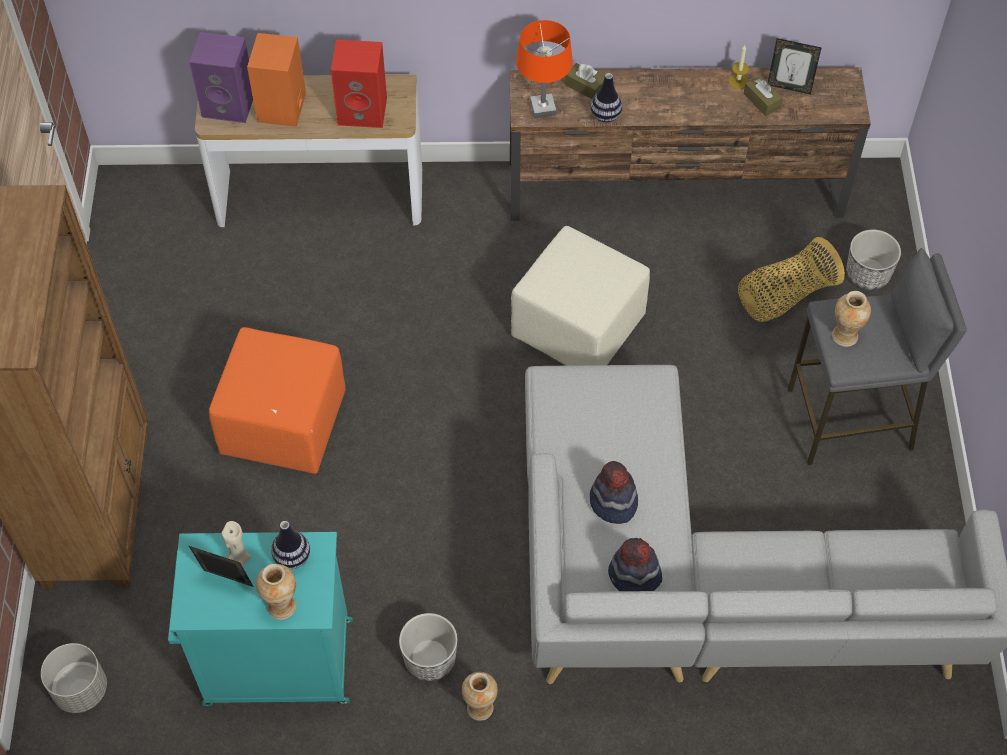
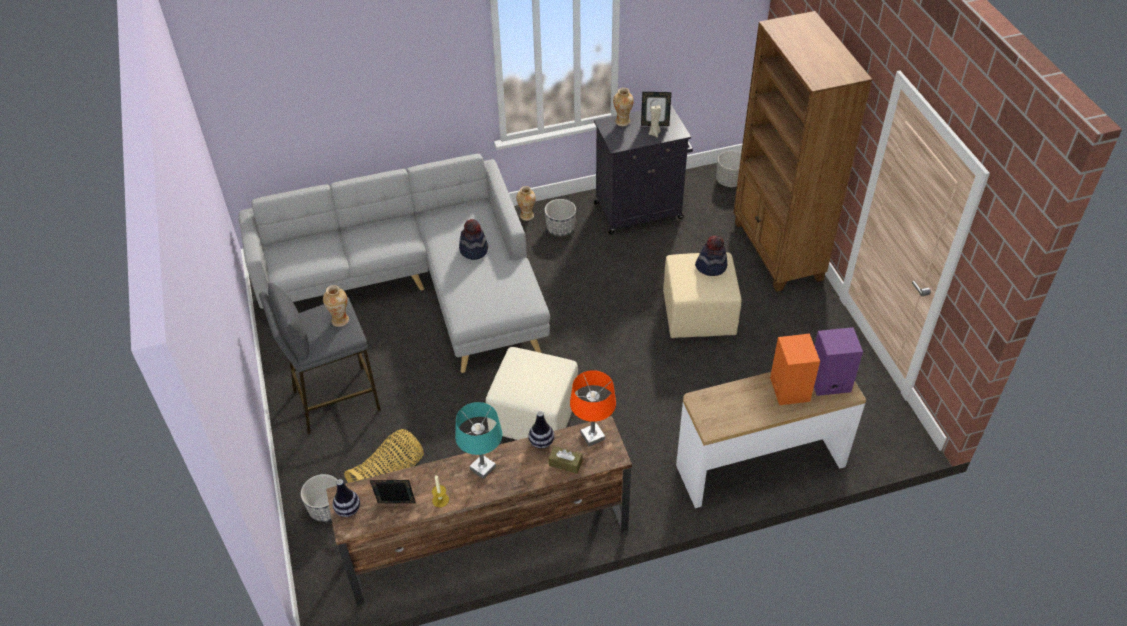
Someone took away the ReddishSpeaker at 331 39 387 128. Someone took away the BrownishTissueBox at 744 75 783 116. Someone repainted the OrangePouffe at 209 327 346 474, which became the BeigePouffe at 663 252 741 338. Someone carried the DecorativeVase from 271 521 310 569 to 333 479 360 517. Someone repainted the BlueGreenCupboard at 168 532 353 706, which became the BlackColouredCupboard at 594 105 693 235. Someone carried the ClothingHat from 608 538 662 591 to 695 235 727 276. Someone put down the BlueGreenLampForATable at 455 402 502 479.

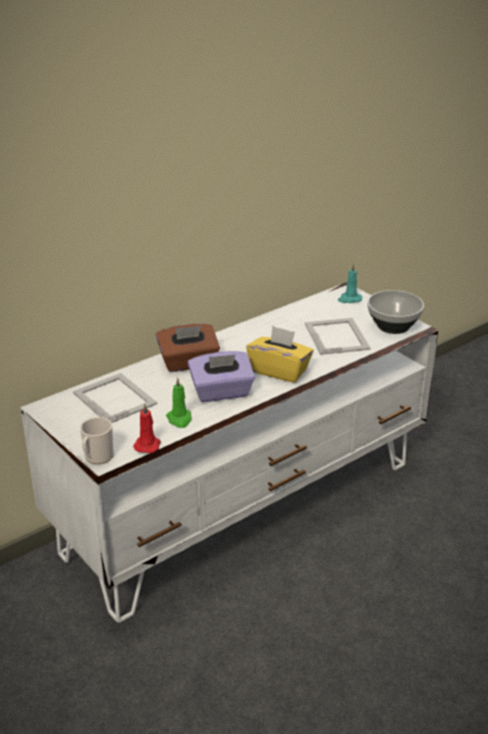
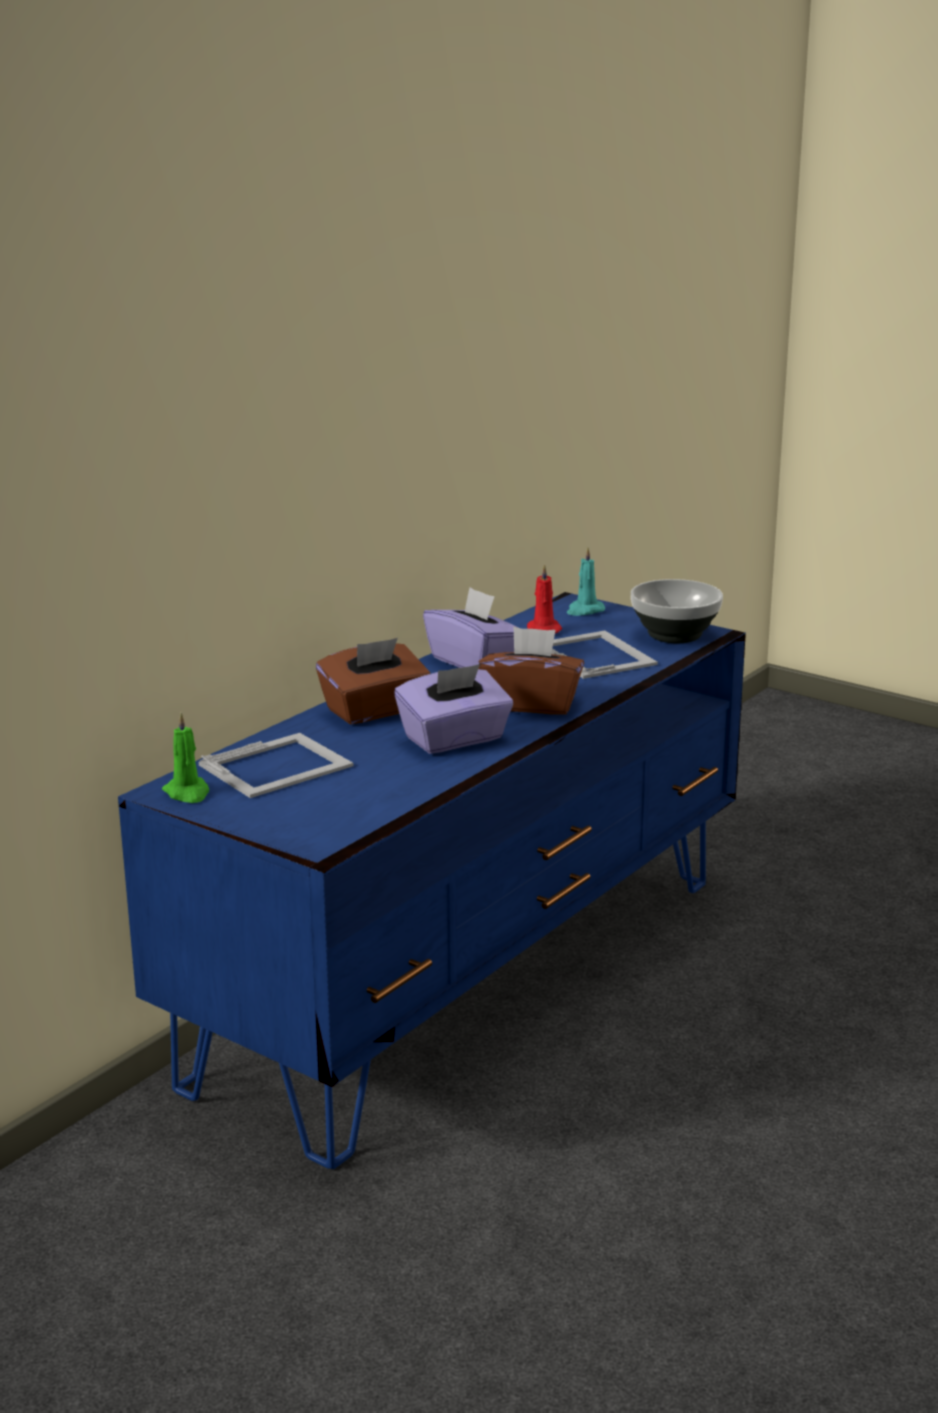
Someone repainted the WhitishTvUnit at 20 282 438 623, which became the BluishTvUnit at 118 592 746 1169. Someone repainted the YellowTissueBox at 246 326 314 383, which became the BrownishTissueBox at 478 627 584 715. Someone rotated the PictureFrame at 73 373 157 423 by 105 degrees clockwise. Someone carried the GreenishWaxLight from 166 377 192 428 to 162 713 209 803. Someone carried the ReddishWaxLight from 133 404 161 453 to 527 564 562 634. Someone took away the CoffeeMug at 80 417 114 464. Someone put down the PurplishTissueBox at 423 587 517 668.

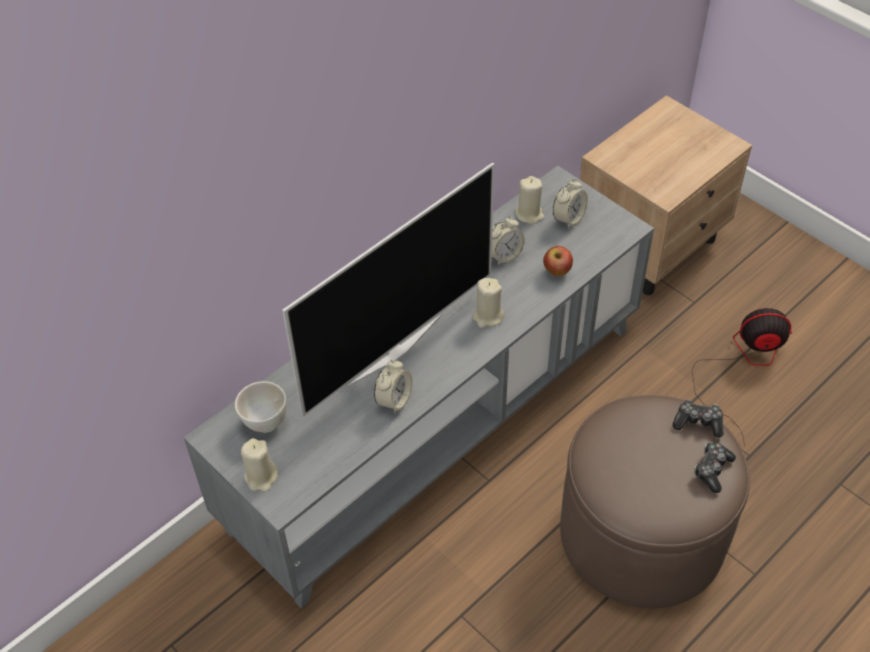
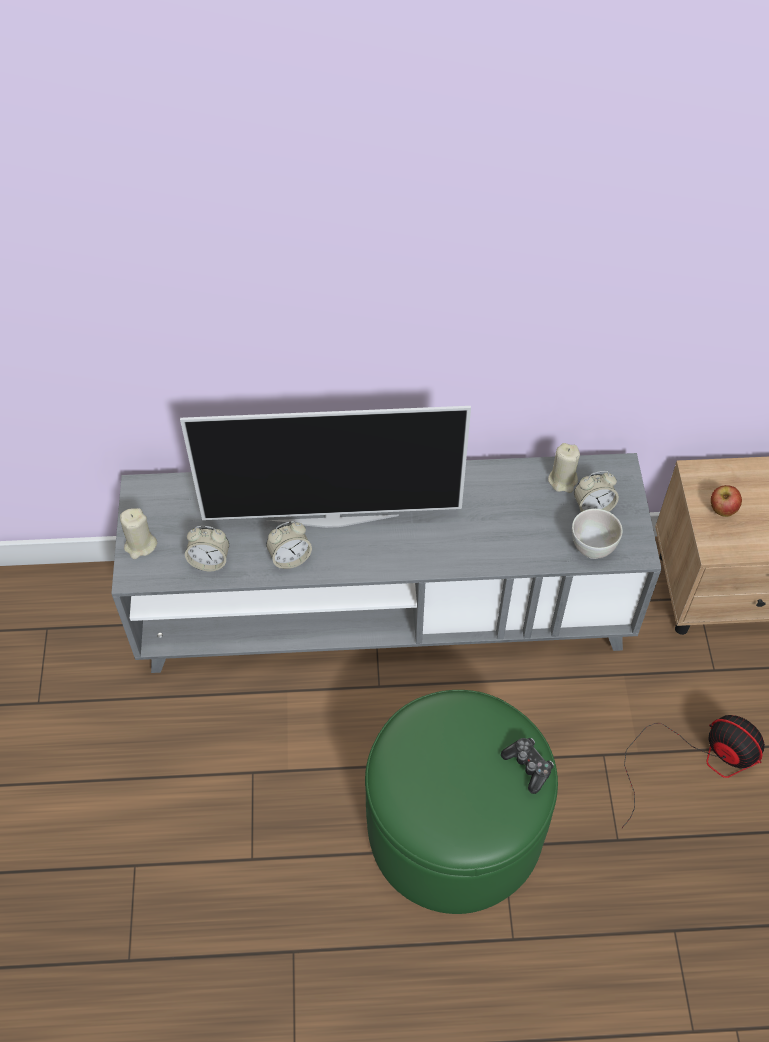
Someone carried the BedsideClock from 492 216 525 265 to 185 526 229 571. Someone carried the AppleFruit from 543 246 573 277 to 711 485 742 517. Someone took away the BeigeWaxLight at 472 278 504 328. Someone carried the WhitishDeepDish from 235 381 286 433 to 572 509 623 559. Someone repainted the BrownishPouffe at 560 395 750 609, which became the GreenishPouffe at 365 690 558 914. Someone took away the Gamepad at 694 442 736 493.

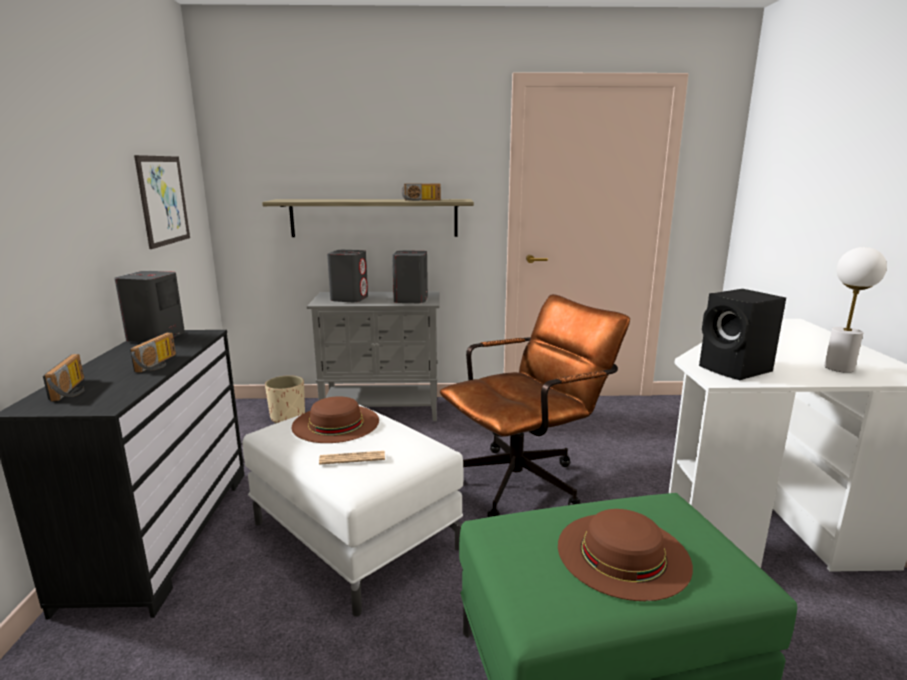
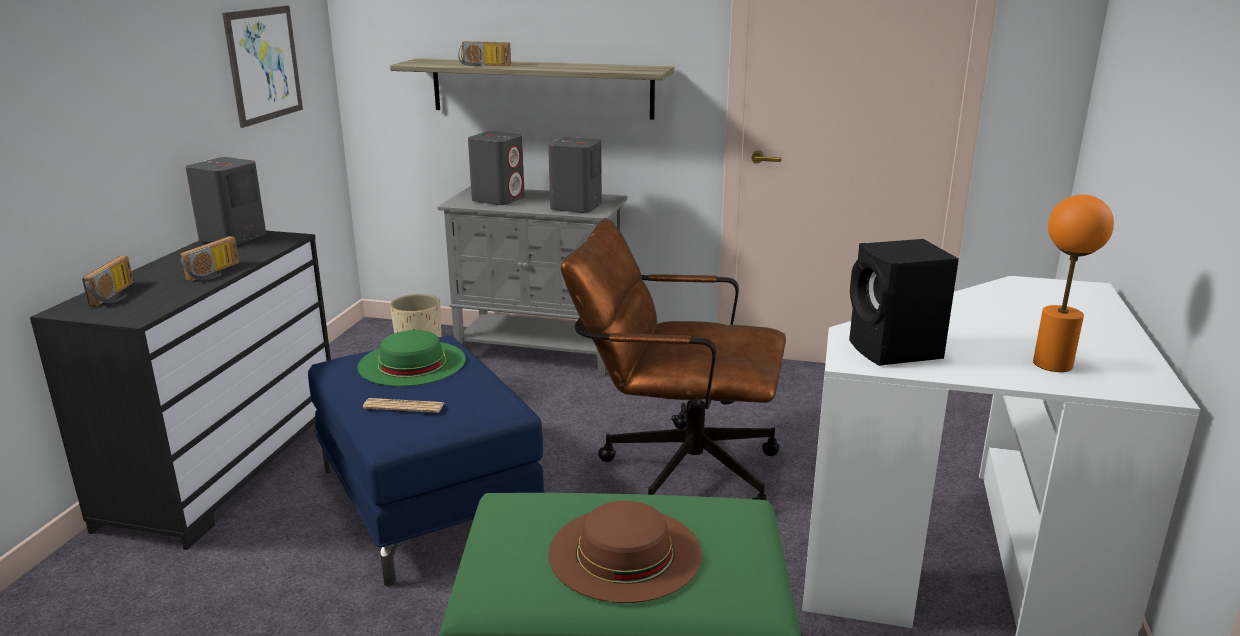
Someone carried the RadioSet from 402 183 441 201 to 458 41 511 66. Someone repainted the WhitishLampForATable at 824 247 887 373, which became the OrangeLampForATable at 1033 195 1114 372. Someone rotated the BrownishOfficeChair at 440 294 630 517 by 150 degrees counterclockwise. Someone repainted the BrownishClothingHat at 292 396 379 443, which became the GreenishClothingHat at 358 330 466 386. Someone repainted the WhitishPouffe at 242 404 463 617, which became the BluishPouffe at 308 336 545 587.

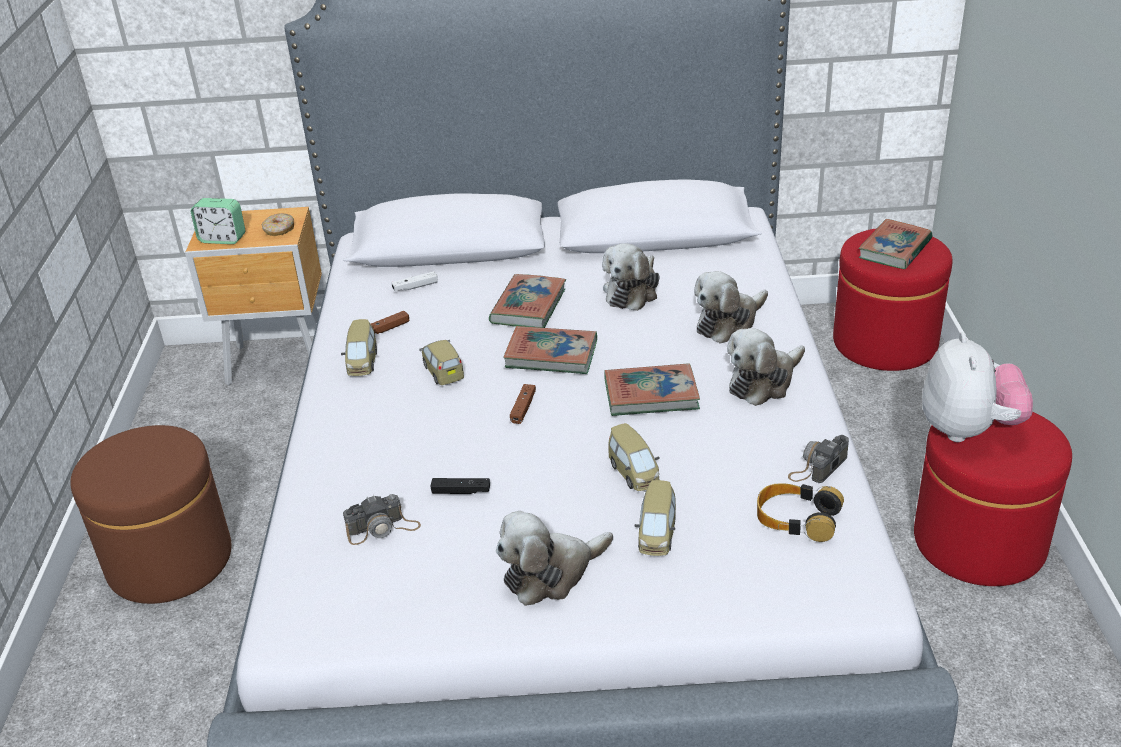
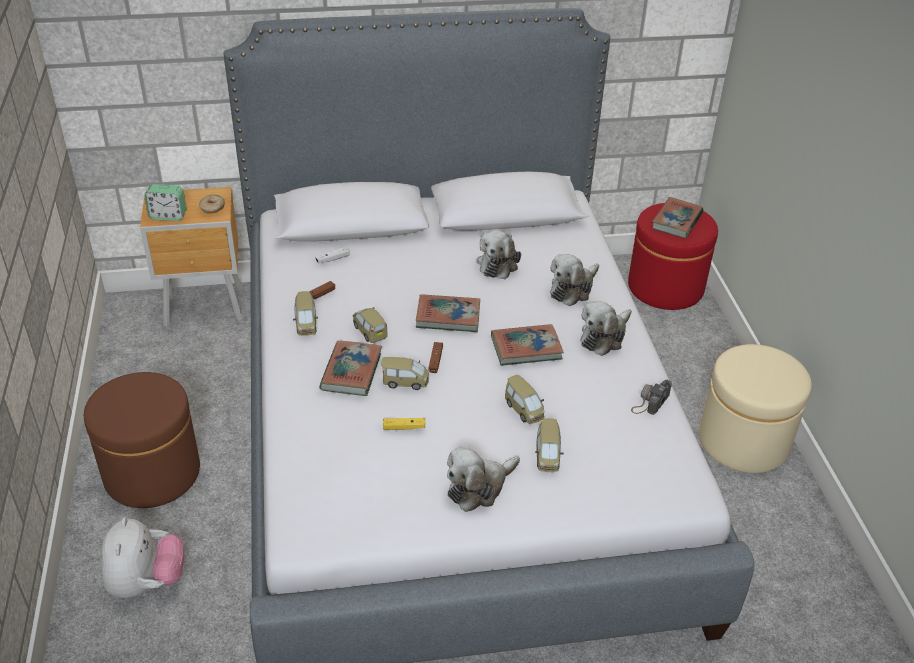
Someone carried the Book from 489 274 566 328 to 319 341 382 396. Someone carried the CuddlyToy from 922 332 1033 442 to 101 517 184 598. Someone repainted the ReddishPouffe at 914 412 1072 586, which became the BeigePouffe at 699 344 812 473. Someone repainted the BlackColouredGamepad at 430 478 490 494, which became the YellowGamepad at 383 418 425 430. Someone took away the Headset at 757 483 844 542. Someone took away the PhotoCamera at 343 494 421 545. Someone put down the ToyCar at 381 357 429 390.

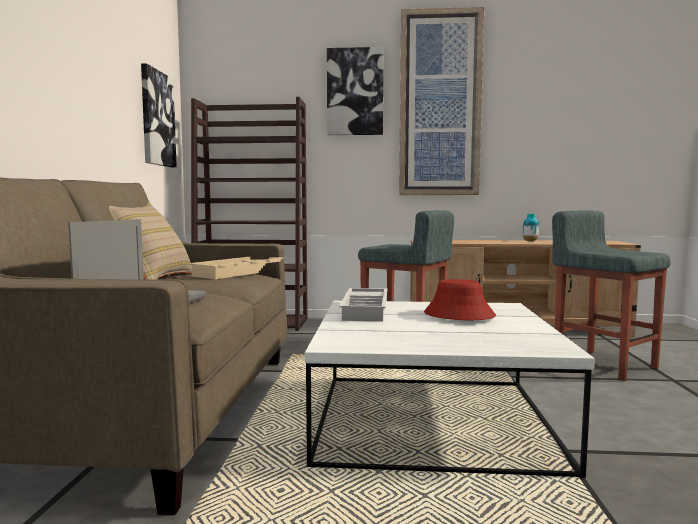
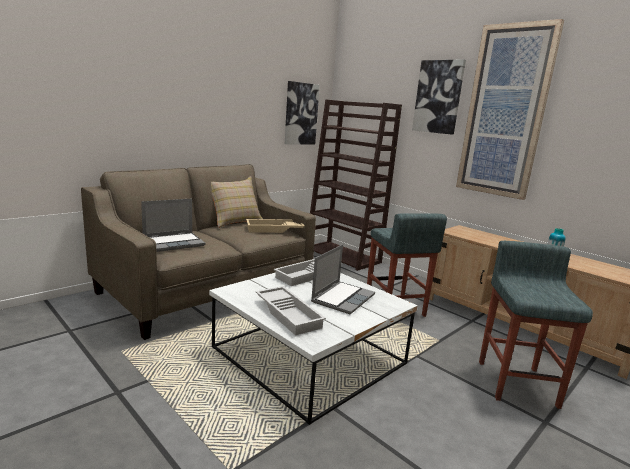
Someone swapped the ReddishClothingHat at 424 279 496 320 for the Laptop at 311 244 375 315. Someone put down the WhitishServingTray at 255 286 326 335.

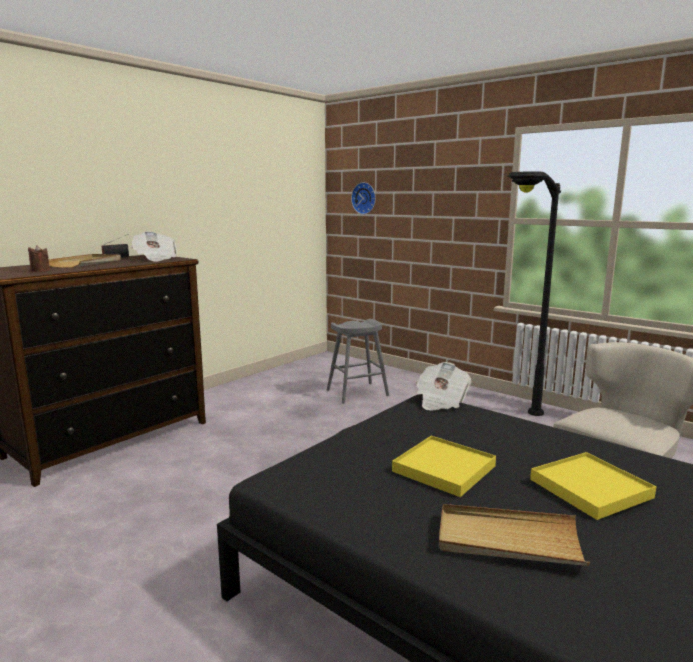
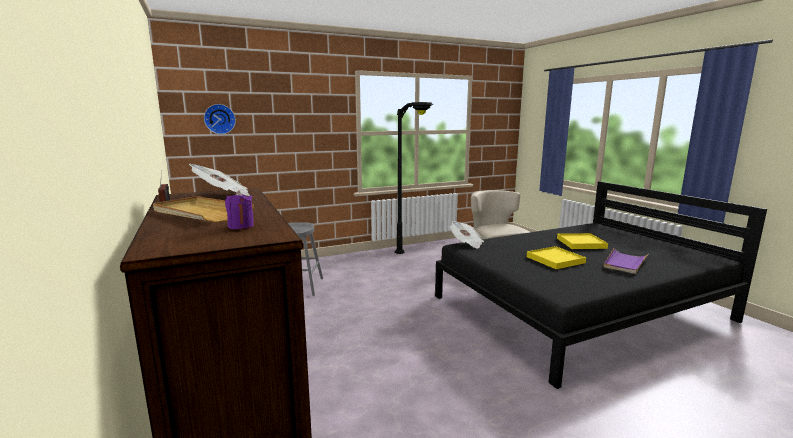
Someone repainted the BrownishWaxLight at 28 245 50 272, which became the PurplishWaxLight at 225 190 254 229. Someone repainted the BeigeServingTray at 439 504 590 566, which became the PurplishServingTray at 604 248 649 274.

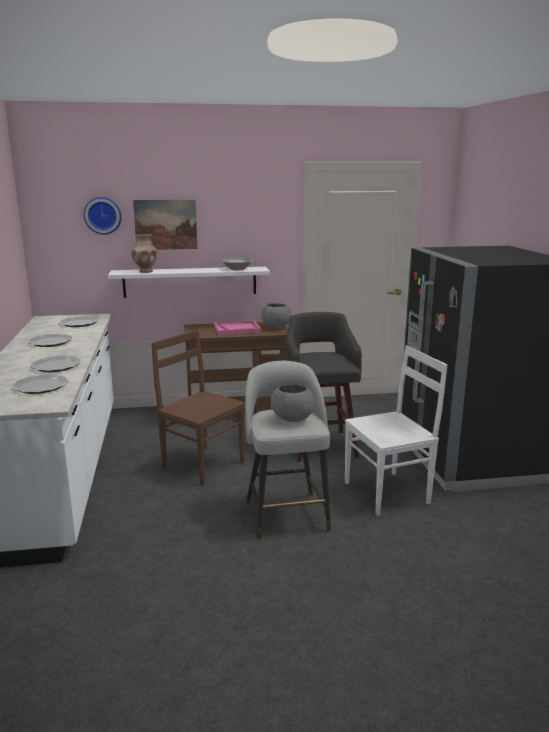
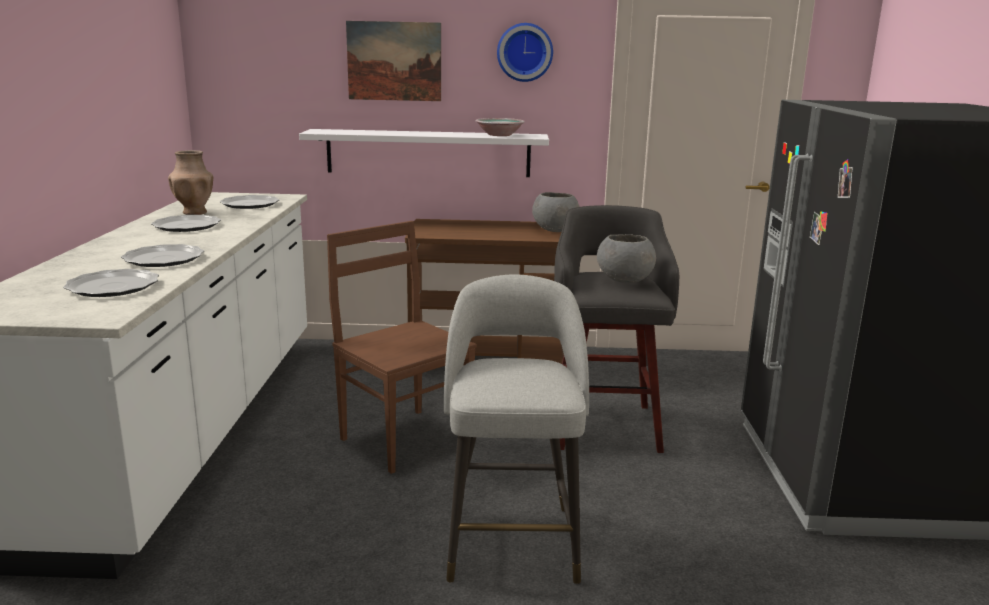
Someone carried the WallClock from 84 197 122 235 to 497 23 553 82. Someone carried the BrownishDecorativeVase from 131 234 157 273 to 168 150 213 215. Someone took away the PinkishServingTray at 214 320 261 335. Someone took away the WhitishUprightChair at 345 345 448 516. Someone carried the GrayDeepDish from 271 384 315 422 to 597 234 656 283.

